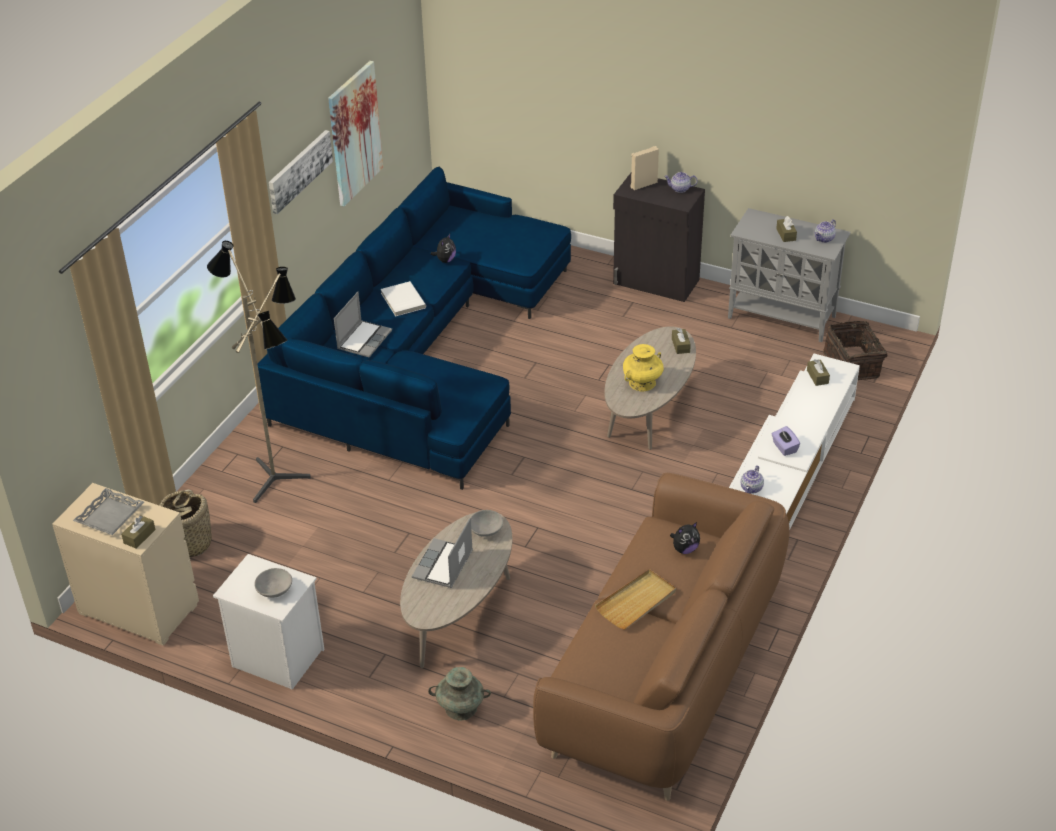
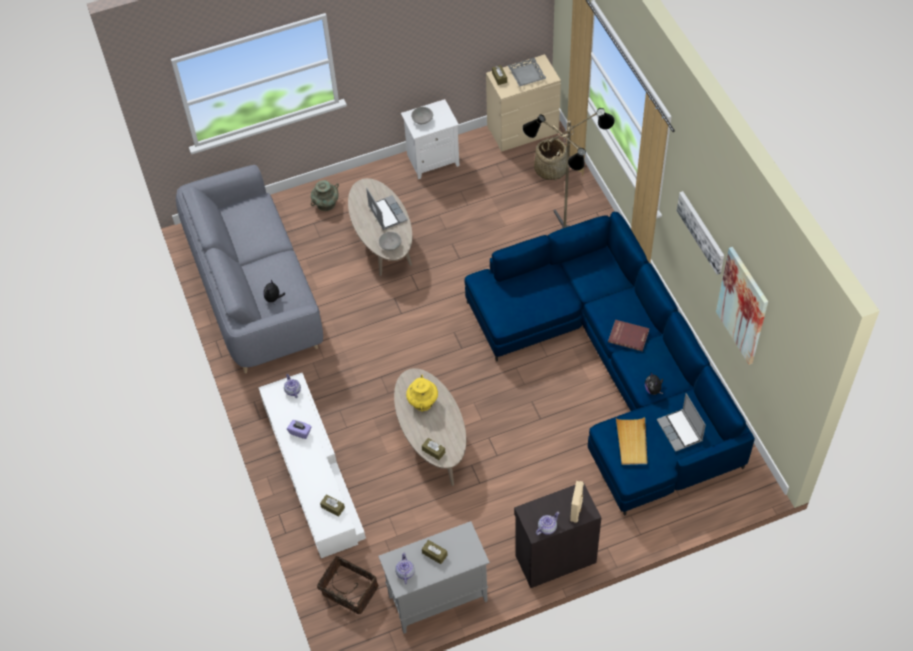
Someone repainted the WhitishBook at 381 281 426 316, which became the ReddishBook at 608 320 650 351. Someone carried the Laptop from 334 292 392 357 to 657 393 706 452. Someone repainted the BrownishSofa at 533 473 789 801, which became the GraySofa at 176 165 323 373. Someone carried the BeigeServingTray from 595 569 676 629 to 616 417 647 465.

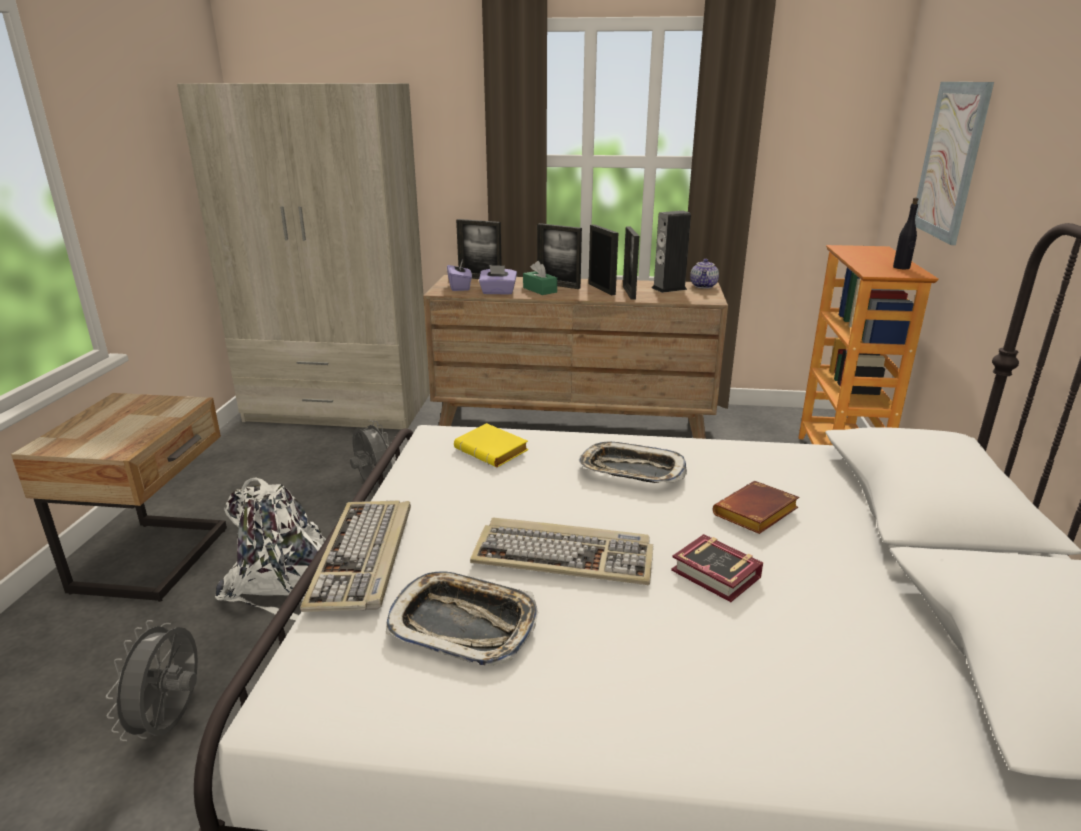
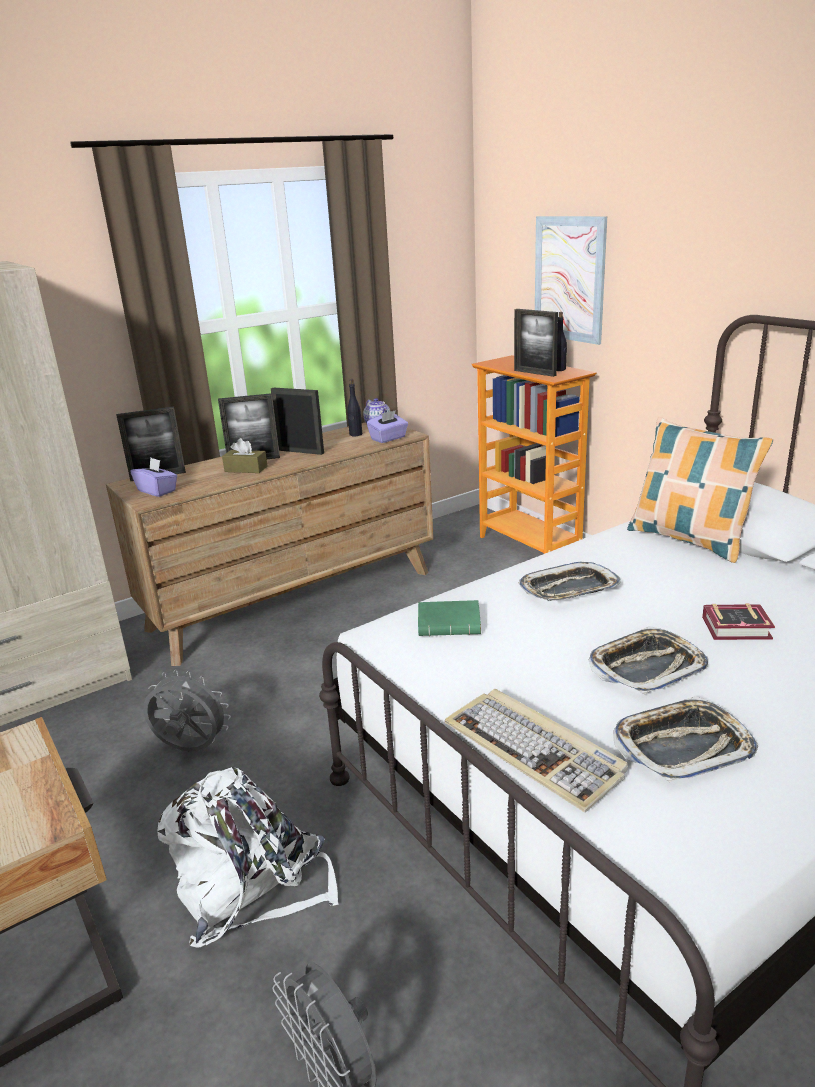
Someone swapped the Speaker at 652 211 691 293 for the BlackColouredDrinkBottle at 347 379 362 436. Someone carried the PictureFrame from 623 227 639 300 to 514 309 558 377. Someone repainted the GreenishTissueBox at 523 261 557 295, which became the BrownishTissueBox at 222 438 267 473. Someone carried the PurplishTissueBox from 479 265 517 295 to 366 410 408 443. Someone repainted the YellowBook at 454 423 529 467, which became the GreenishBook at 418 600 481 636. Someone took away the BrownishBook at 713 481 799 534. Someone swapped the ComputerKeyboard at 470 517 653 585 for the ServingTray at 588 626 708 694. Someone put down the Pillow at 627 417 773 563.

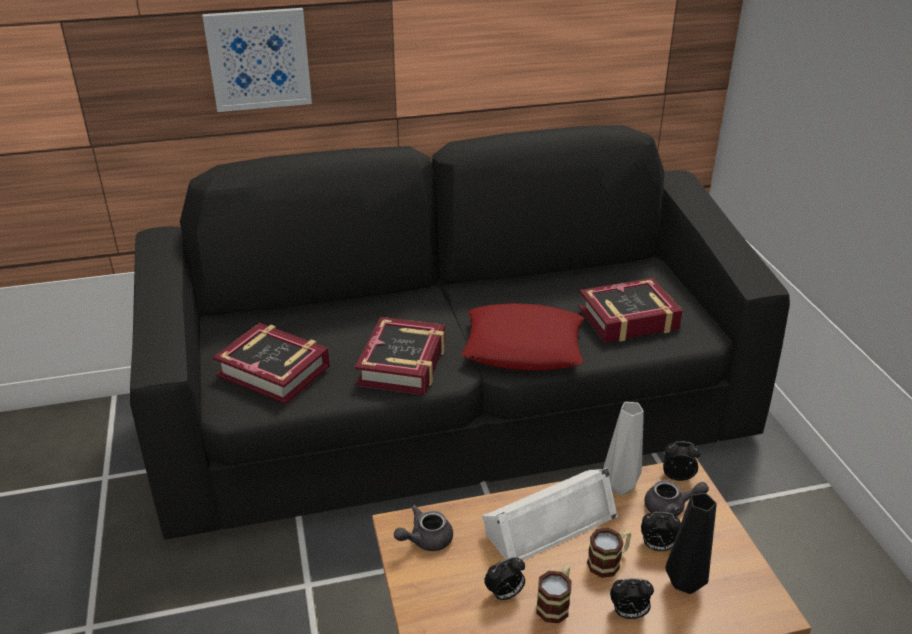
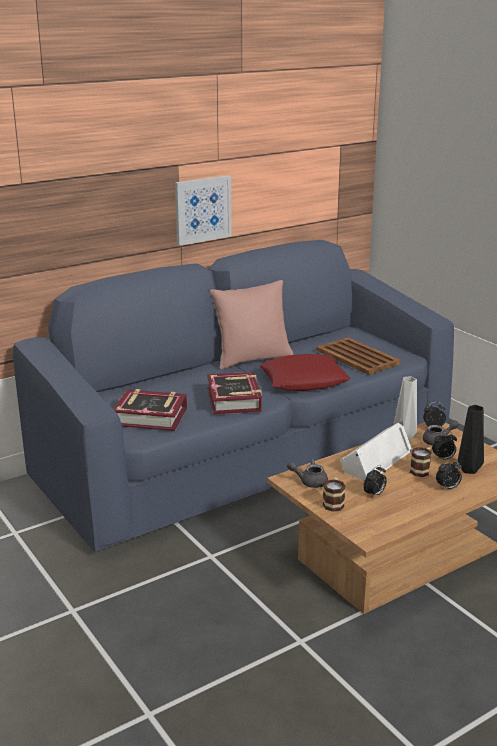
Someone carried the Picture from 202 8 312 112 to 175 175 232 245. Someone repainted the BlackColouredSofa at 130 125 790 540, which became the BluishSofa at 12 240 454 551. Someone swapped the Book at 578 278 683 342 for the BrownishServingTray at 316 337 401 375. Someone rotated the GrayTeaPot at 394 505 453 551 by 60 degrees clockwise. Someone carried the CoffeeMug from 536 565 572 624 to 323 477 345 512. Someone put down the PinkishPillow at 210 280 294 370.

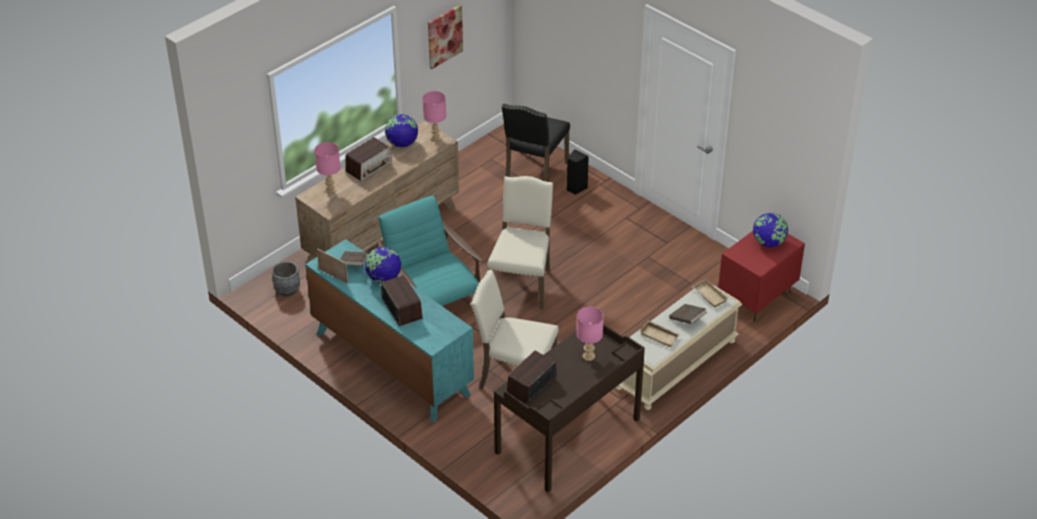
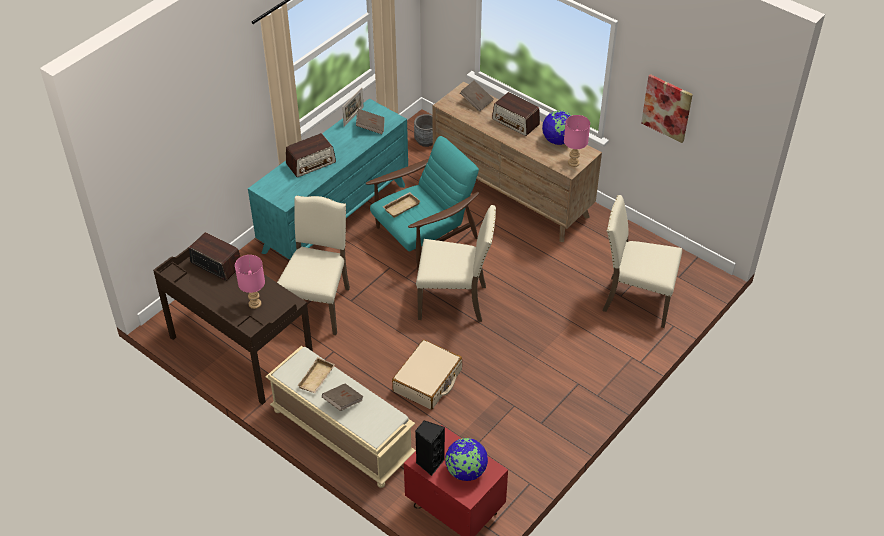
Someone repainted the BlackColouredUprightChair at 502 104 570 182, which became the BeigeUprightChair at 602 195 682 328. Someone swapped the PinkishLampForATable at 315 142 340 194 for the BrownishBook at 460 81 494 112. Someone carried the BlackColouredSpeaker from 567 149 589 195 to 415 420 445 476. Someone took away the WorldGlobe at 365 247 401 283. Someone carried the BeigeServingTray from 692 279 728 307 to 383 192 420 218. Someone put down the BeigePieceOfLuggage at 392 340 462 410.

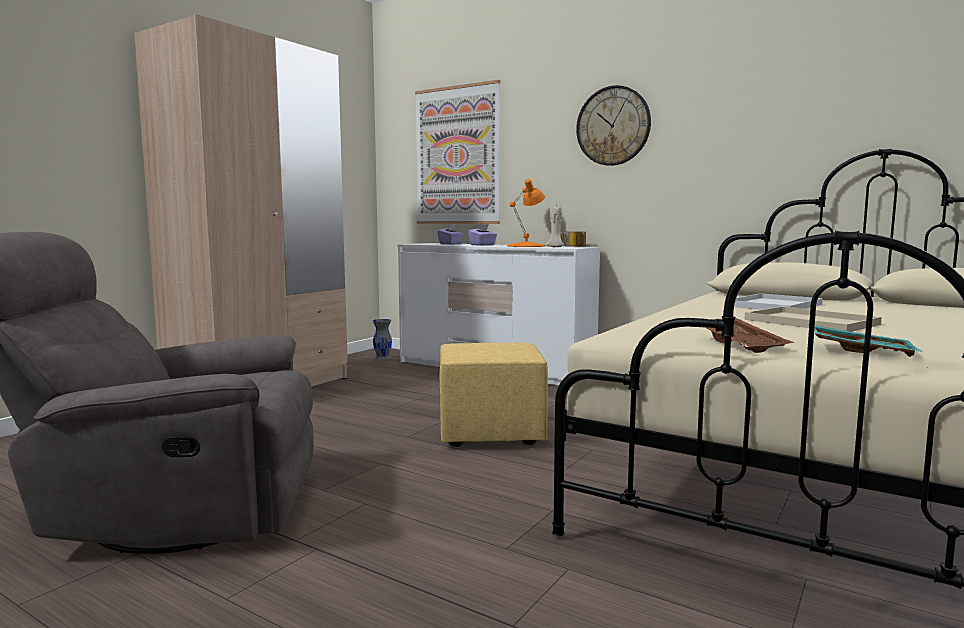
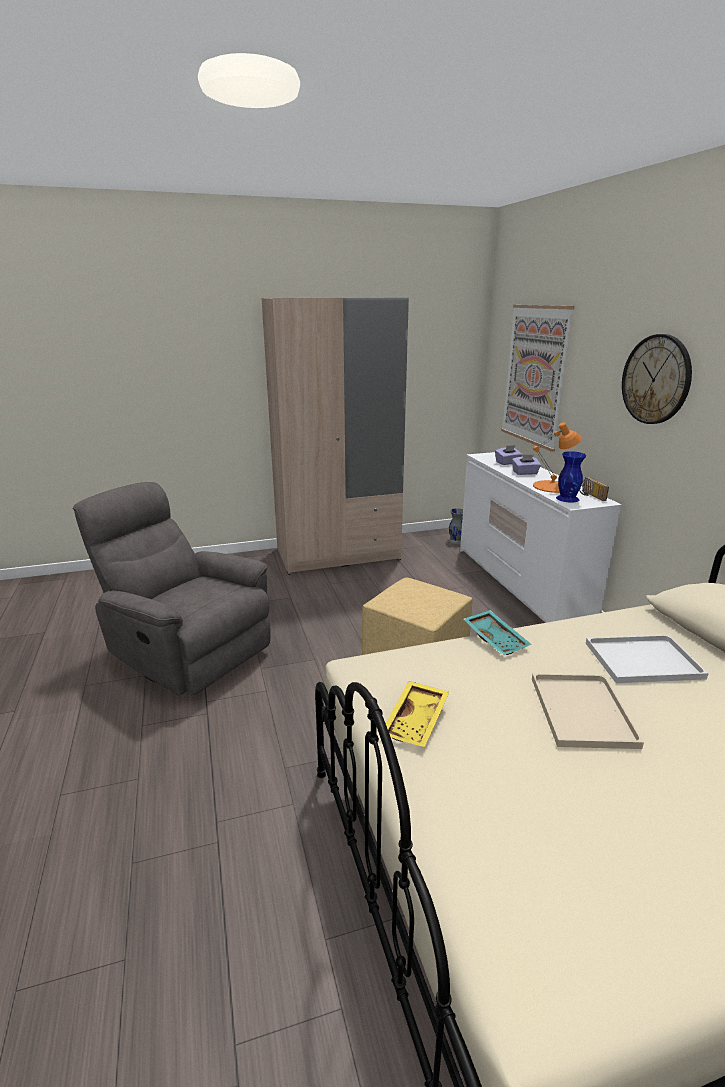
Someone swapped the BeigeWaxLight at 546 205 564 247 for the BluishDecorativeVase at 556 451 586 503. Someone repainted the BrownishServingTray at 705 318 795 353, which became the YellowServingTray at 386 681 449 747. Someone carried the BlueGreenServingTray from 808 324 923 357 to 463 610 532 656.

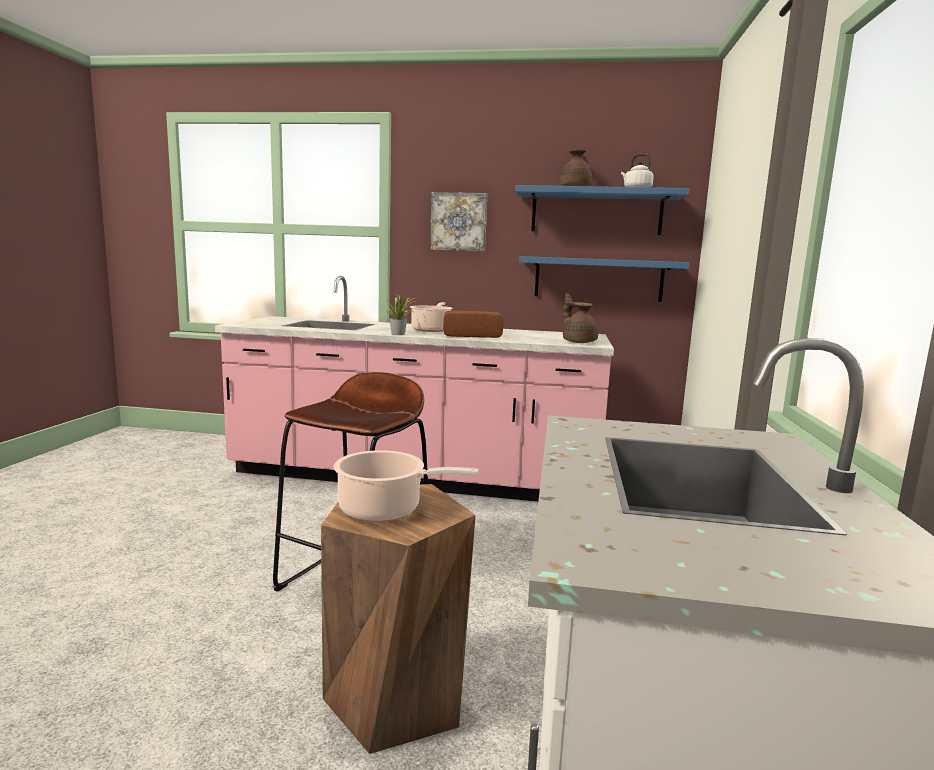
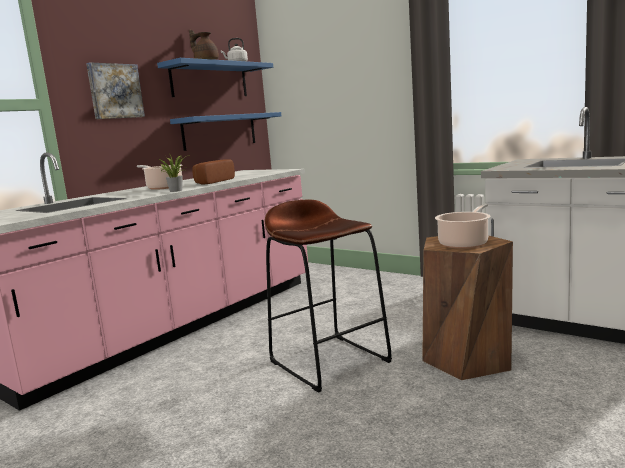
Someone took away the BrownishTeaPot at 563 293 598 343.

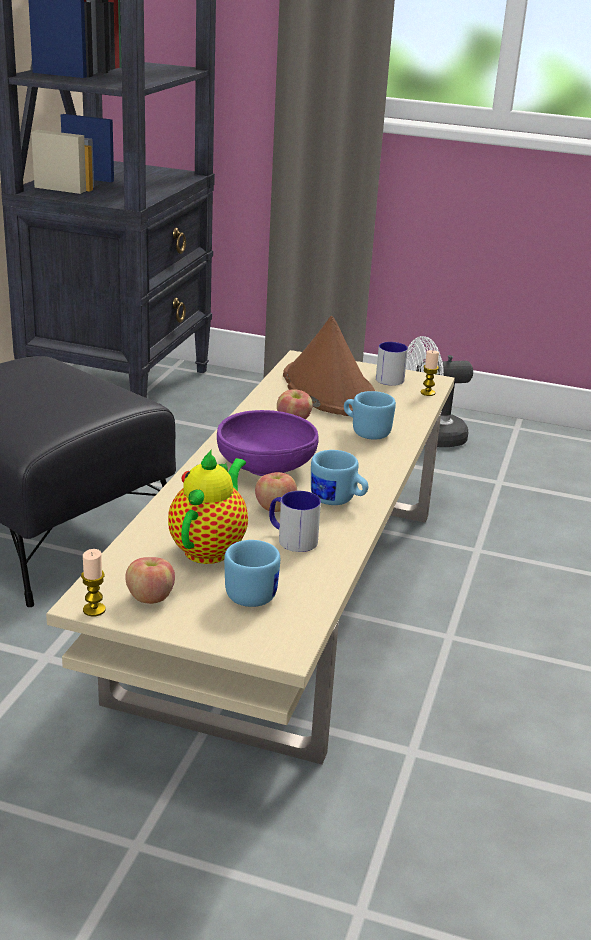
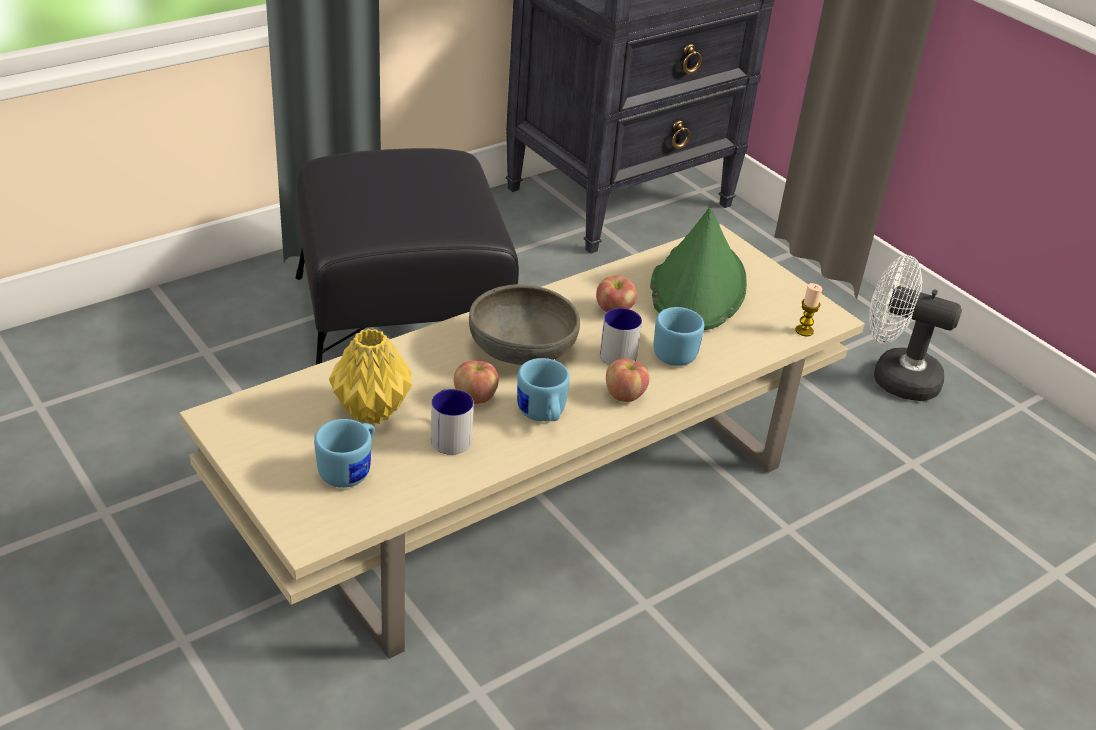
Someone repainted the BrownishClothingHat at 283 316 375 416, which became the GreenishClothingHat at 650 208 747 330. Someone carried the CoffeeMug from 376 342 408 386 to 600 308 642 365. Someone repainted the PurplishDeepDish at 217 410 319 476, which became the GrayDeepDish at 469 284 580 365. Someone swapped the TeaPot at 168 450 248 564 for the YellowDecorativeVase at 329 328 412 424. Someone took away the WaxLight at 81 549 106 616. Someone carried the AppleFruit from 125 557 175 604 to 606 359 649 402.

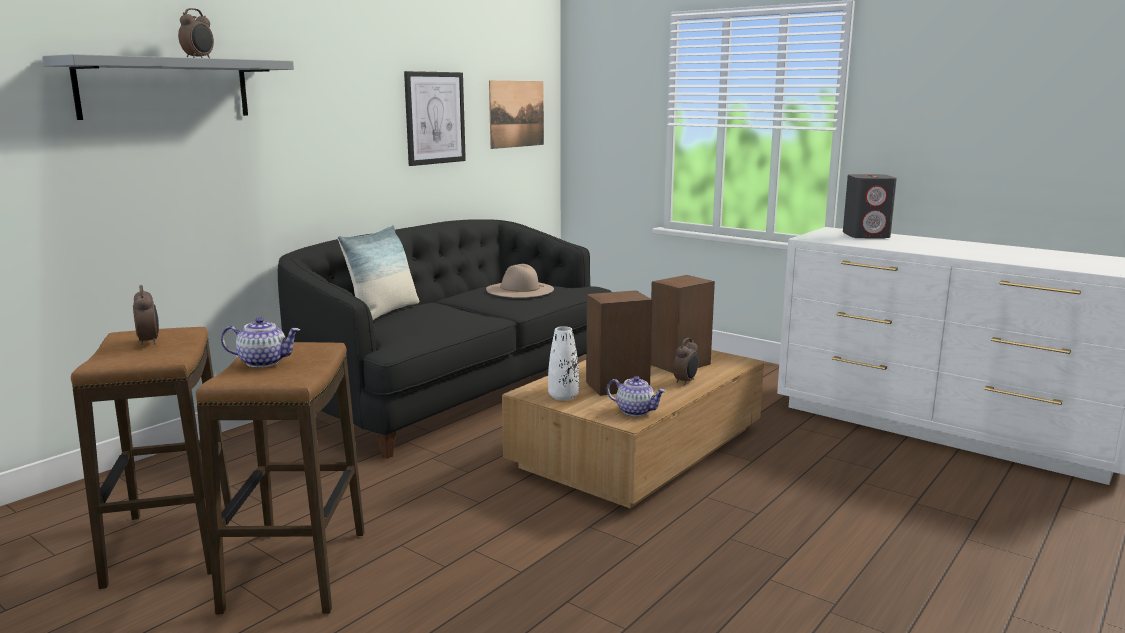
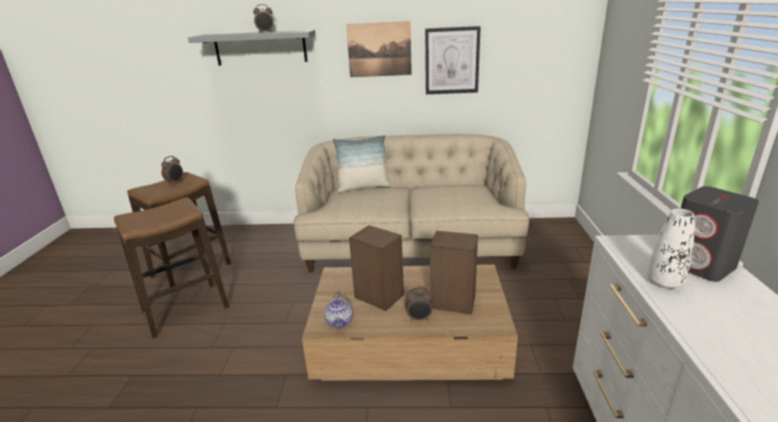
Someone carried the Picture from 489 81 544 149 to 346 21 412 77. Someone repainted the BlackColouredSofa at 278 219 612 459, which became the BeigeSofa at 294 134 529 272. Someone took away the BeigeClothingHat at 486 264 554 298. Someone took away the TeaPot at 221 317 300 367. Someone carried the WhitishDecorativeVase from 548 326 579 401 to 647 209 695 289.

